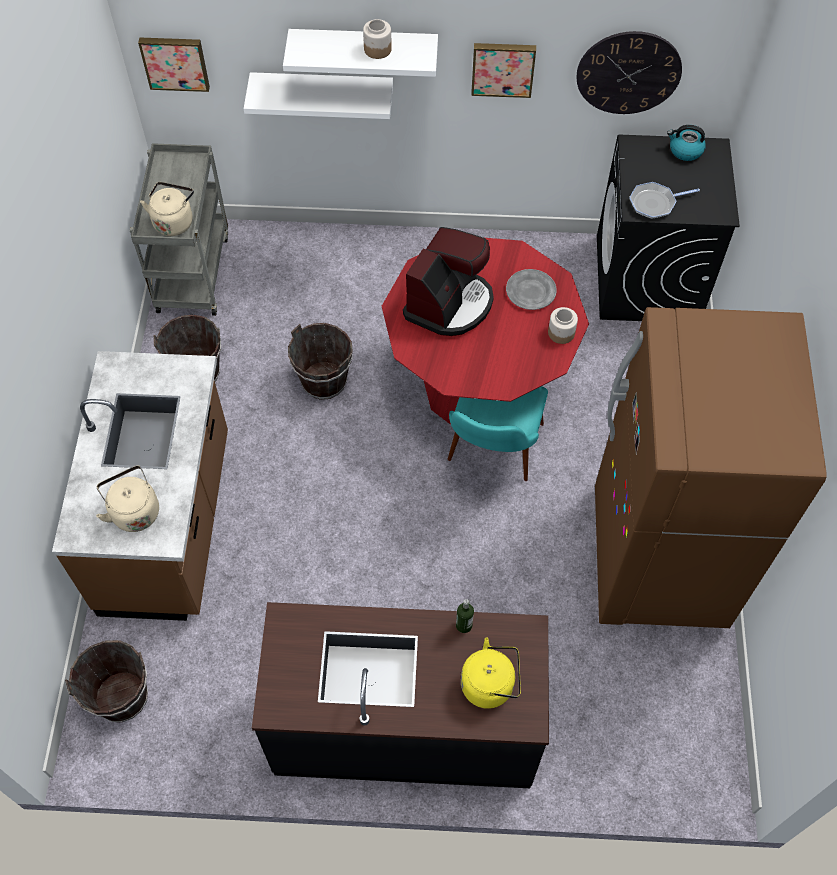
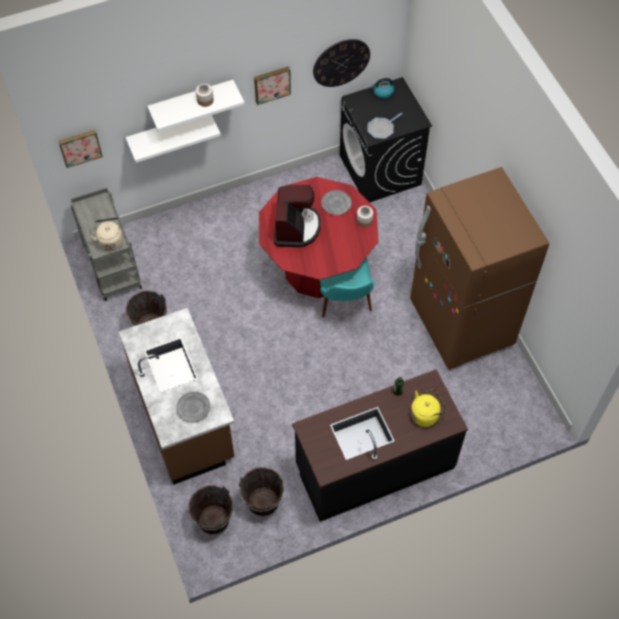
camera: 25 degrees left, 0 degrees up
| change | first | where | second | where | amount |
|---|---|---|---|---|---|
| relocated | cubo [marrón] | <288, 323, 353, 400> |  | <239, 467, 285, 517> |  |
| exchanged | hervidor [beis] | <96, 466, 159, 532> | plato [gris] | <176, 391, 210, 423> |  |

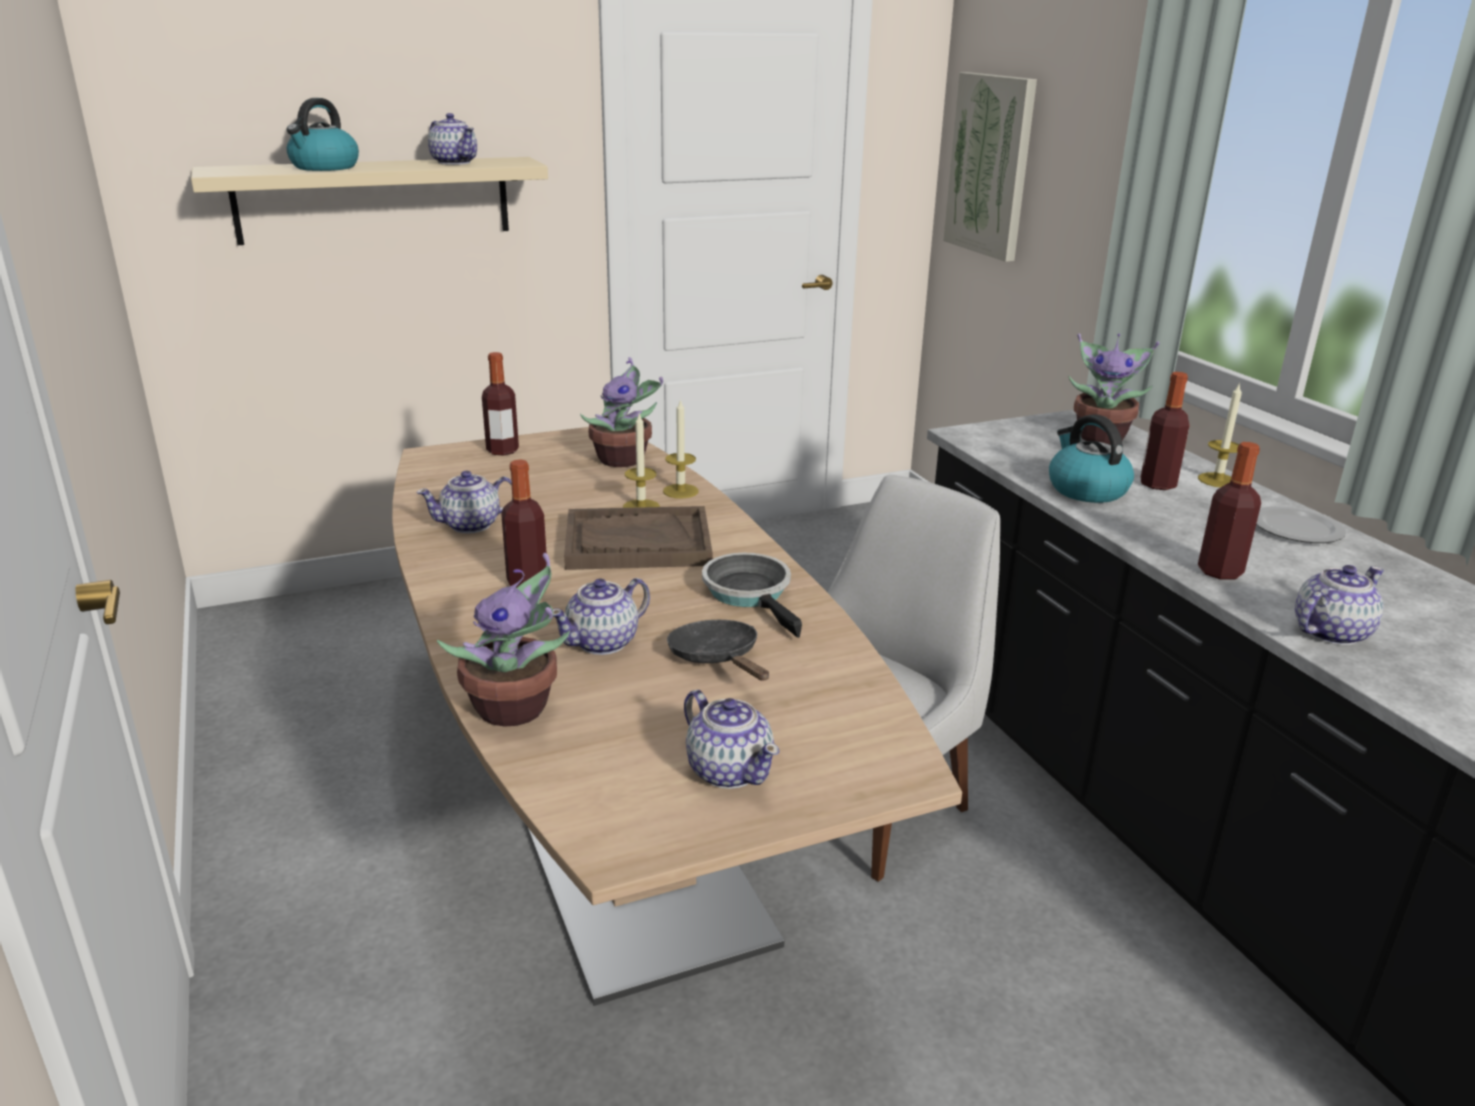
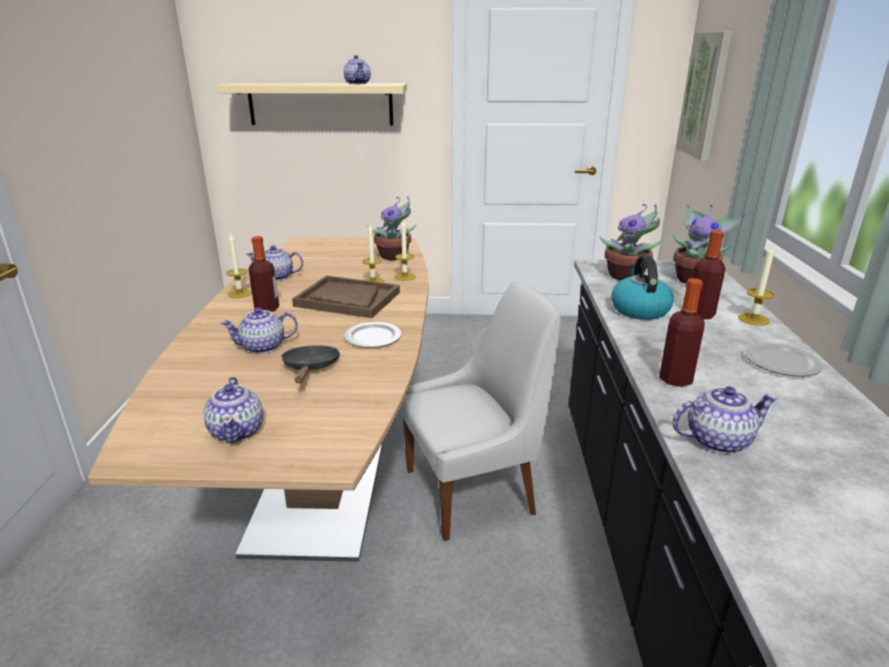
camera: 25 degrees right, 0 degrees up
| change | first | where | second | where | amount |
|---|---|---|---|---|---|
| missing | hervidor | <287, 98, 359, 171> |  |  |  |
| missing | botella | <482, 352, 519, 456> |  |  |  |
| appeared |  |  | vela | <226, 233, 252, 298> |  |
| relocated | planta en maceta | <437, 553, 570, 727> |  | <599, 204, 662, 281> |  |
| exchanged | sartén | <702, 553, 802, 638> | plato | <344, 322, 402, 348> |  |

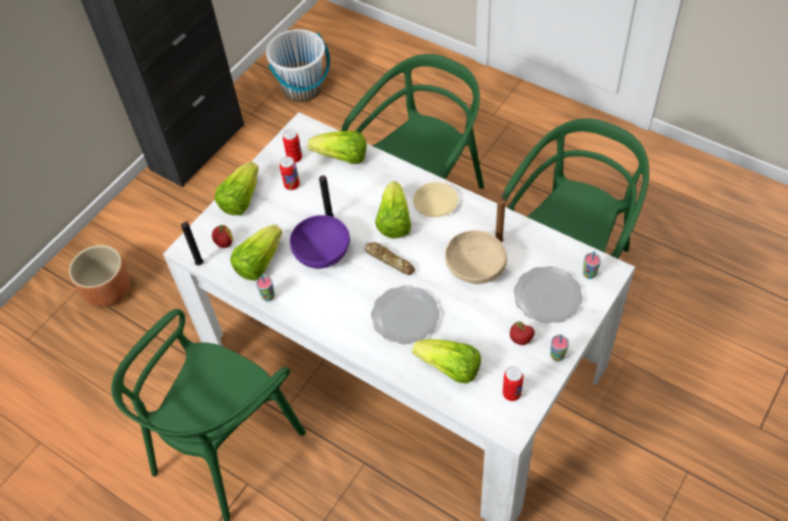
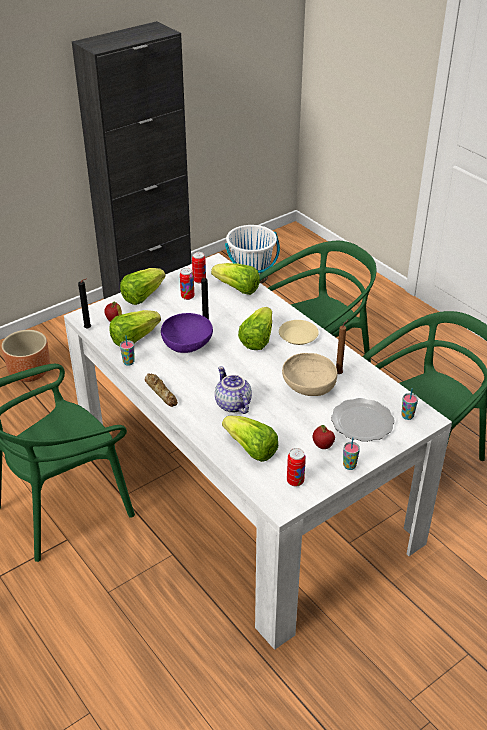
camera: 15 degrees right, 15 degrees down
| change | first | where | second | where | amount |
|---|---|---|---|---|---|
| relocated | pan | <365, 242, 415, 275> |  | <145, 373, 178, 407> |  |
| exchanged | plato | <371, 285, 440, 344> | tetera | <215, 367, 252, 414> |  |

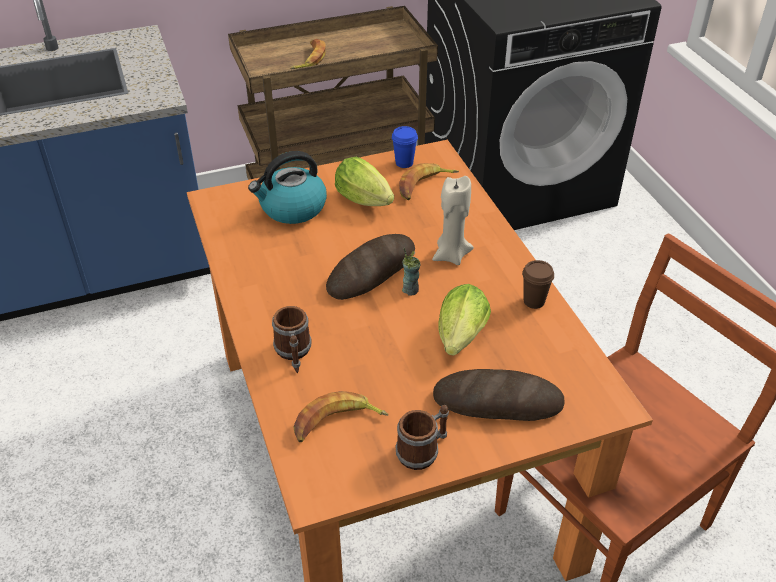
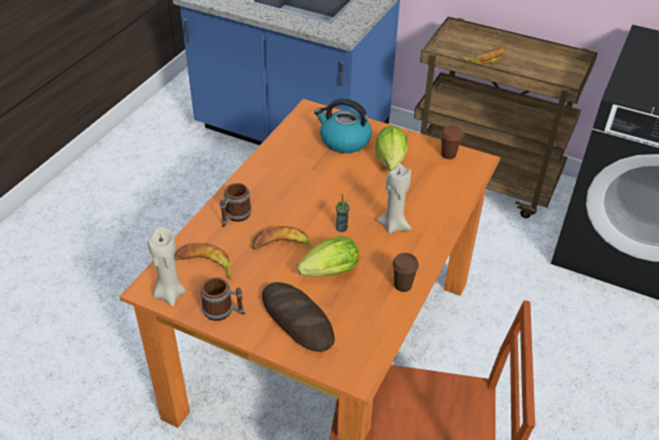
camera: 45 degrees right, 0 degrees up
| change | first | where | second | where | amount |
|---|---|---|---|---|---|
| missing | pan | <326, 234, 415, 300> |  |  |  |
| appeared |  |  | vela [beis] | <148, 227, 186, 306> |  |
| relocated | plátano | <399, 163, 459, 200> |  | <253, 226, 314, 249> |  |
| colour | taza [azul] | <392, 126, 418, 168> | taza [marrón] | <441, 125, 463, 159> |  |

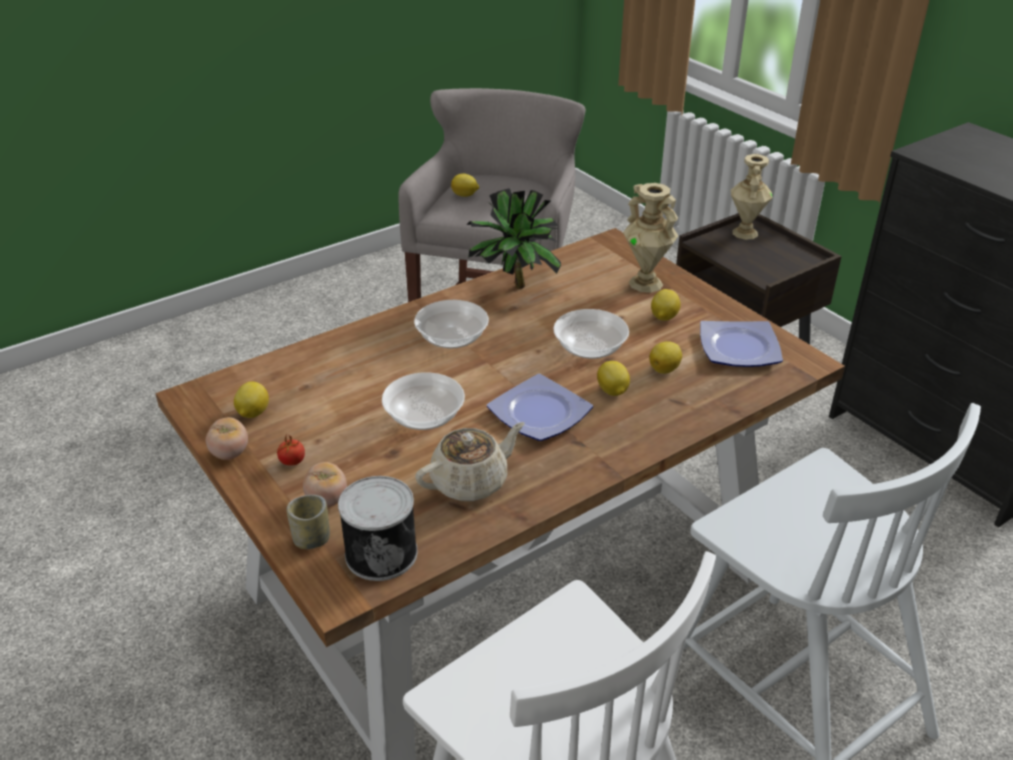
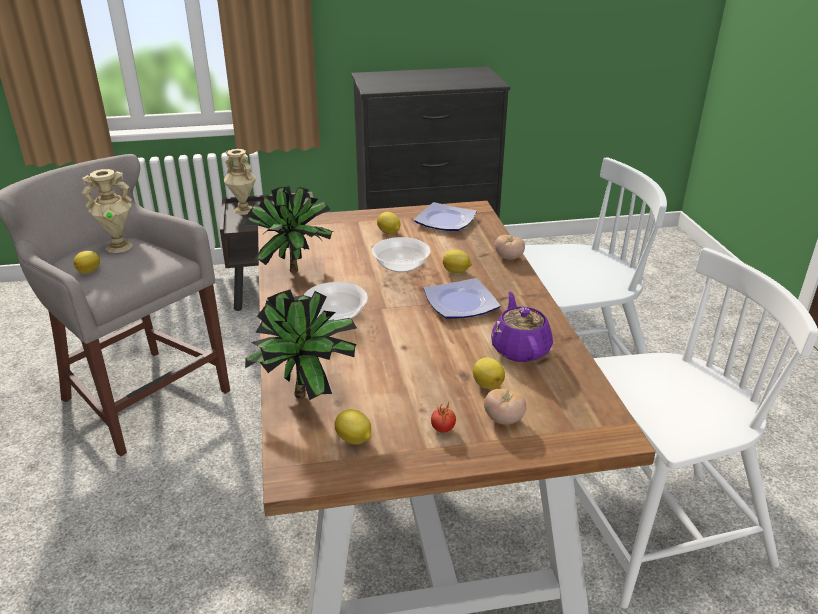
camera: 65 degrees left, 5 degrees down
| change | first | where | second | where | amount |
|---|---|---|---|---|---|
| missing | taza | <287, 495, 330, 549> |  |  |  |
| missing | lata | <338, 476, 417, 581> |  |  |  |
| missing | cuenco | <382, 372, 465, 430> |  |  |  |
| appeared |  |  | planta en maceta | <245, 290, 357, 400> |  |
| relocated | tomate | <206, 417, 248, 460> |  | <495, 235, 525, 259> |  |
| relocated | florero [beis] | <623, 183, 678, 293> |  | <82, 169, 133, 253> |  |
| relocated | limón | <649, 341, 682, 374> |  | <473, 357, 505, 389> |  |
| colour | tetera [beis] | <415, 422, 525, 501> | tetera [morado] | <491, 292, 553, 362> |  |

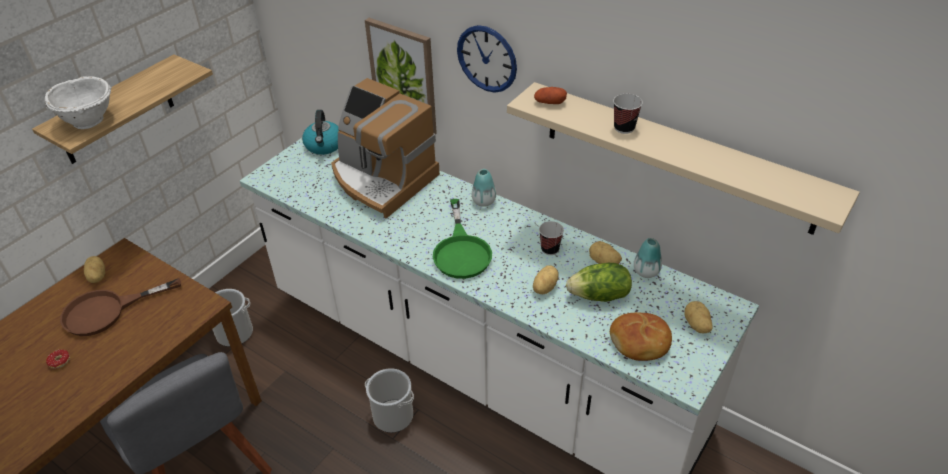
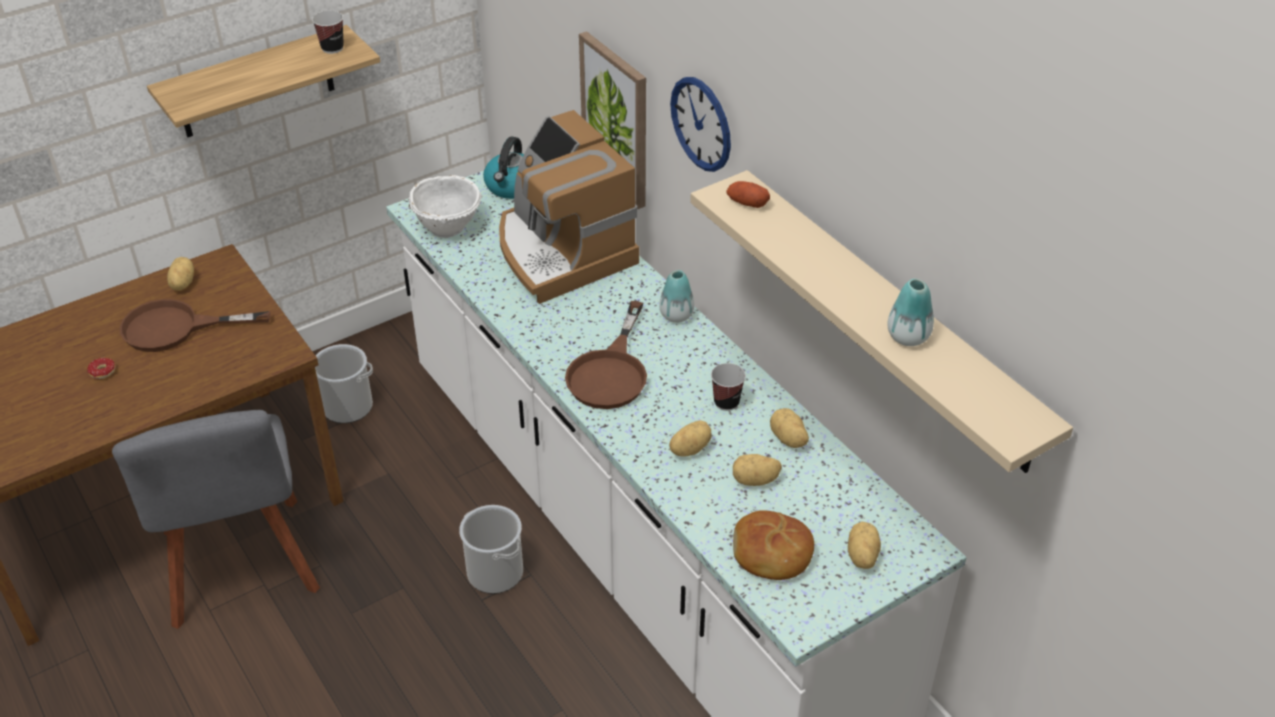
camera: 20 degrees right, 0 degrees up
| change | first | where | second | where | amount |
|---|---|---|---|---|---|
| relocated | cuenco [blanco] | <45, 76, 112, 129> |  | <408, 175, 482, 238> |  |
| relocated | taza | <613, 94, 643, 134> |  | <312, 11, 344, 54> |  |
| relocated | florero | <634, 238, 662, 278> |  | <887, 279, 934, 346> |  |
| exchanged | lechuga | <566, 263, 632, 302> | patata | <733, 454, 782, 486> |  |
| colour | sartén [verde] | <433, 199, 492, 279> | sartén [marrón] | <565, 301, 647, 409> |  |

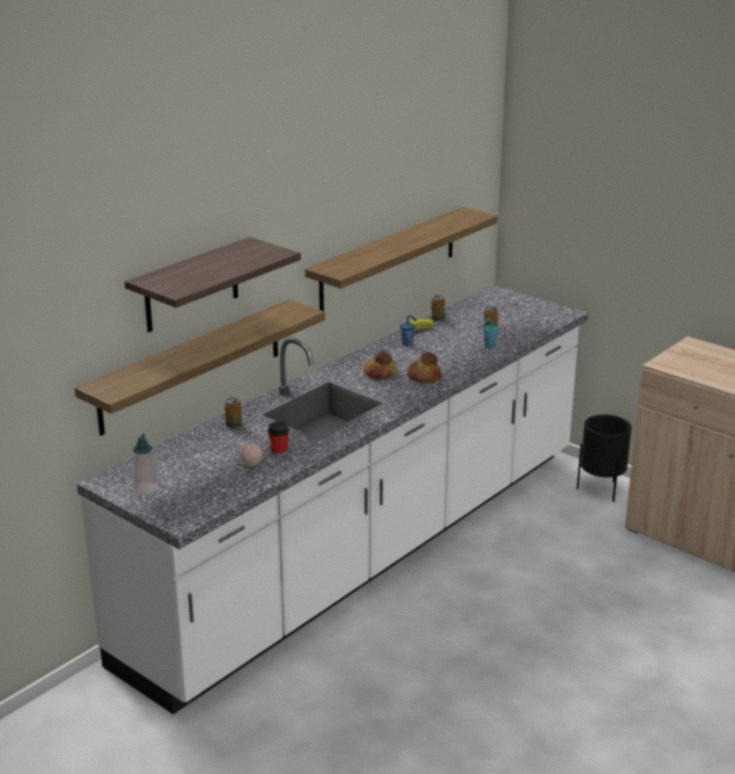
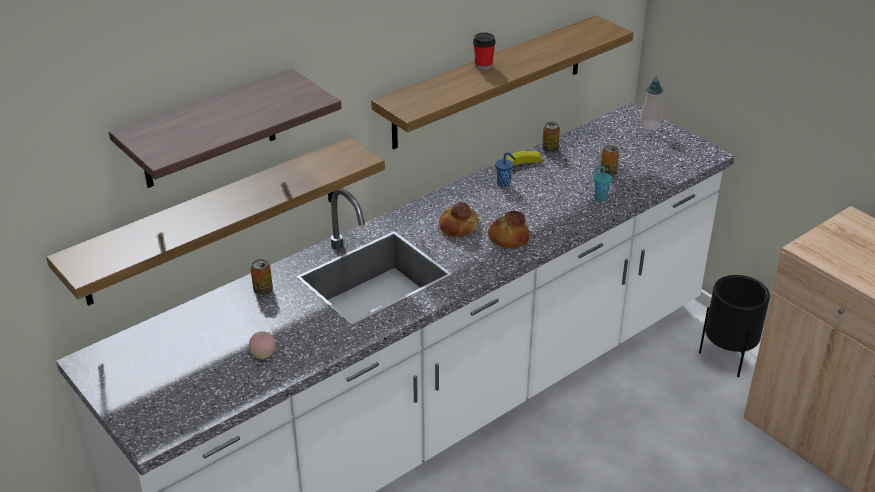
camera: 10 degrees right, 10 degrees up
| change | first | where | second | where | amount |
|---|---|---|---|---|---|
| relocated | dispensador de jabón | <133, 434, 159, 495> |  | <639, 76, 663, 130> |  |
| relocated | taza | <268, 422, 289, 456> |  | <473, 33, 496, 70> |  |

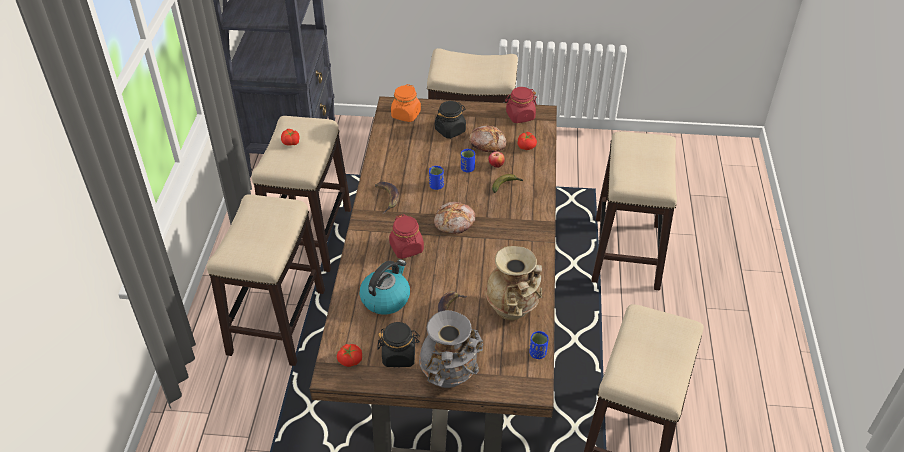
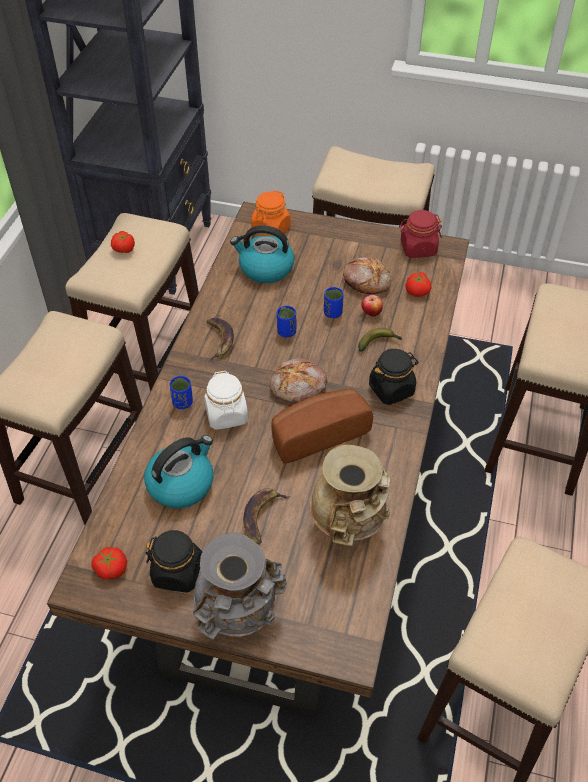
camera: 10 degrees right, 5 degrees up
| change | first | where | second | where | amount |
|---|---|---|---|---|---|
| appeared |  |  | hervidor | <230, 225, 294, 283> |  |
| appeared |  |  | pan | <271, 389, 373, 464> |  |
| relocated | tarro [negro] | <435, 101, 466, 139> |  | <369, 349, 419, 405> |  |
| relocated | taza [azul] | <529, 331, 549, 359> |  | <170, 376, 193, 409> |  |
| colour | tarro [rojo] | <389, 214, 424, 259> | tarro [blanco] | <204, 371, 248, 430> |  |

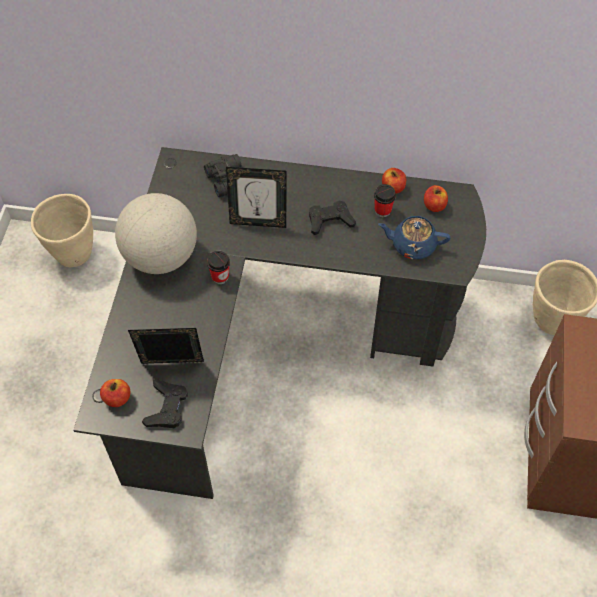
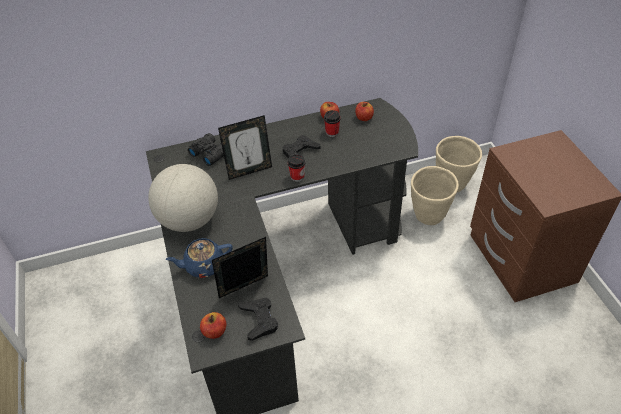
camera: 25 degrees left, 10 degrees down
| change | first | where | second | where | amount |
|---|---|---|---|---|---|
| relocated | maceta [beis] | <31, 194, 93, 267> |  | <411, 166, 459, 225> |  |
| relocated | taza | <207, 251, 230, 284> |  | <288, 154, 305, 182> |  |
| relocated | tetera [azul] | <378, 216, 450, 259> |  | <166, 238, 233, 278> |  |

